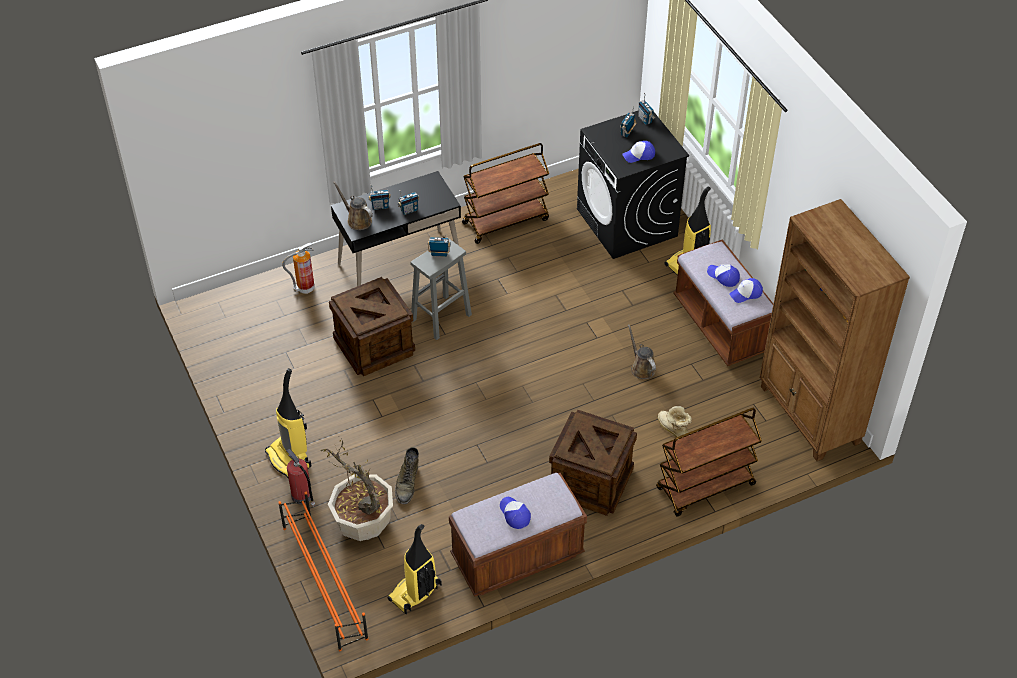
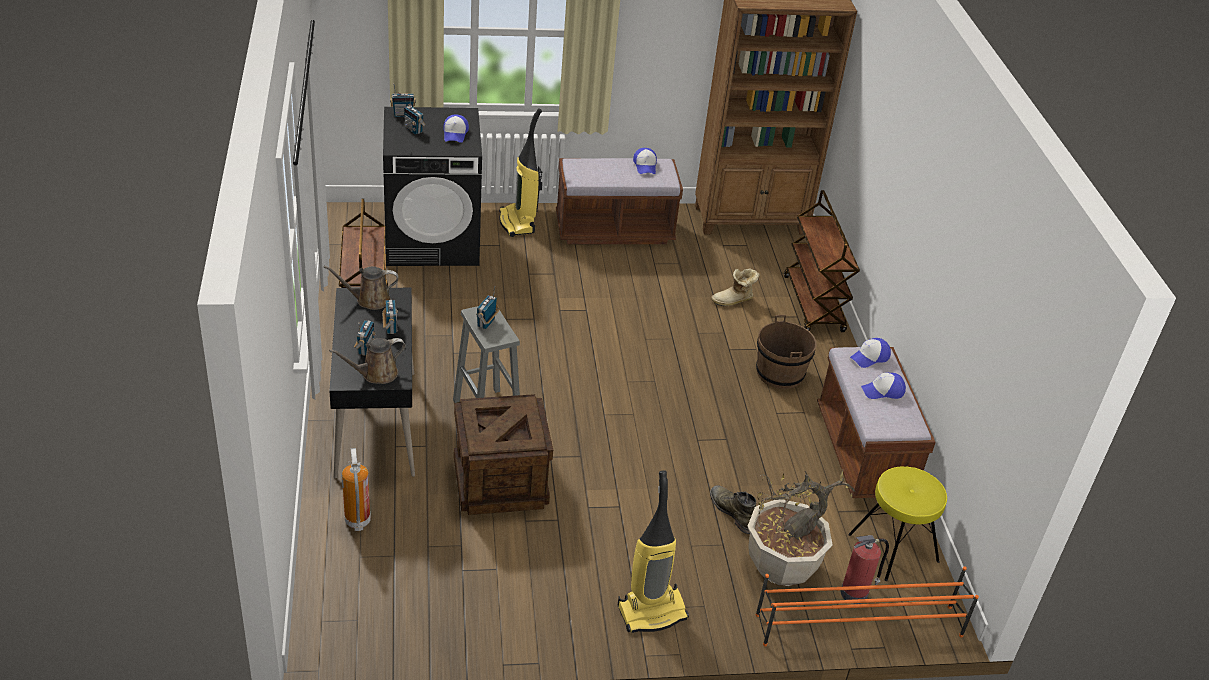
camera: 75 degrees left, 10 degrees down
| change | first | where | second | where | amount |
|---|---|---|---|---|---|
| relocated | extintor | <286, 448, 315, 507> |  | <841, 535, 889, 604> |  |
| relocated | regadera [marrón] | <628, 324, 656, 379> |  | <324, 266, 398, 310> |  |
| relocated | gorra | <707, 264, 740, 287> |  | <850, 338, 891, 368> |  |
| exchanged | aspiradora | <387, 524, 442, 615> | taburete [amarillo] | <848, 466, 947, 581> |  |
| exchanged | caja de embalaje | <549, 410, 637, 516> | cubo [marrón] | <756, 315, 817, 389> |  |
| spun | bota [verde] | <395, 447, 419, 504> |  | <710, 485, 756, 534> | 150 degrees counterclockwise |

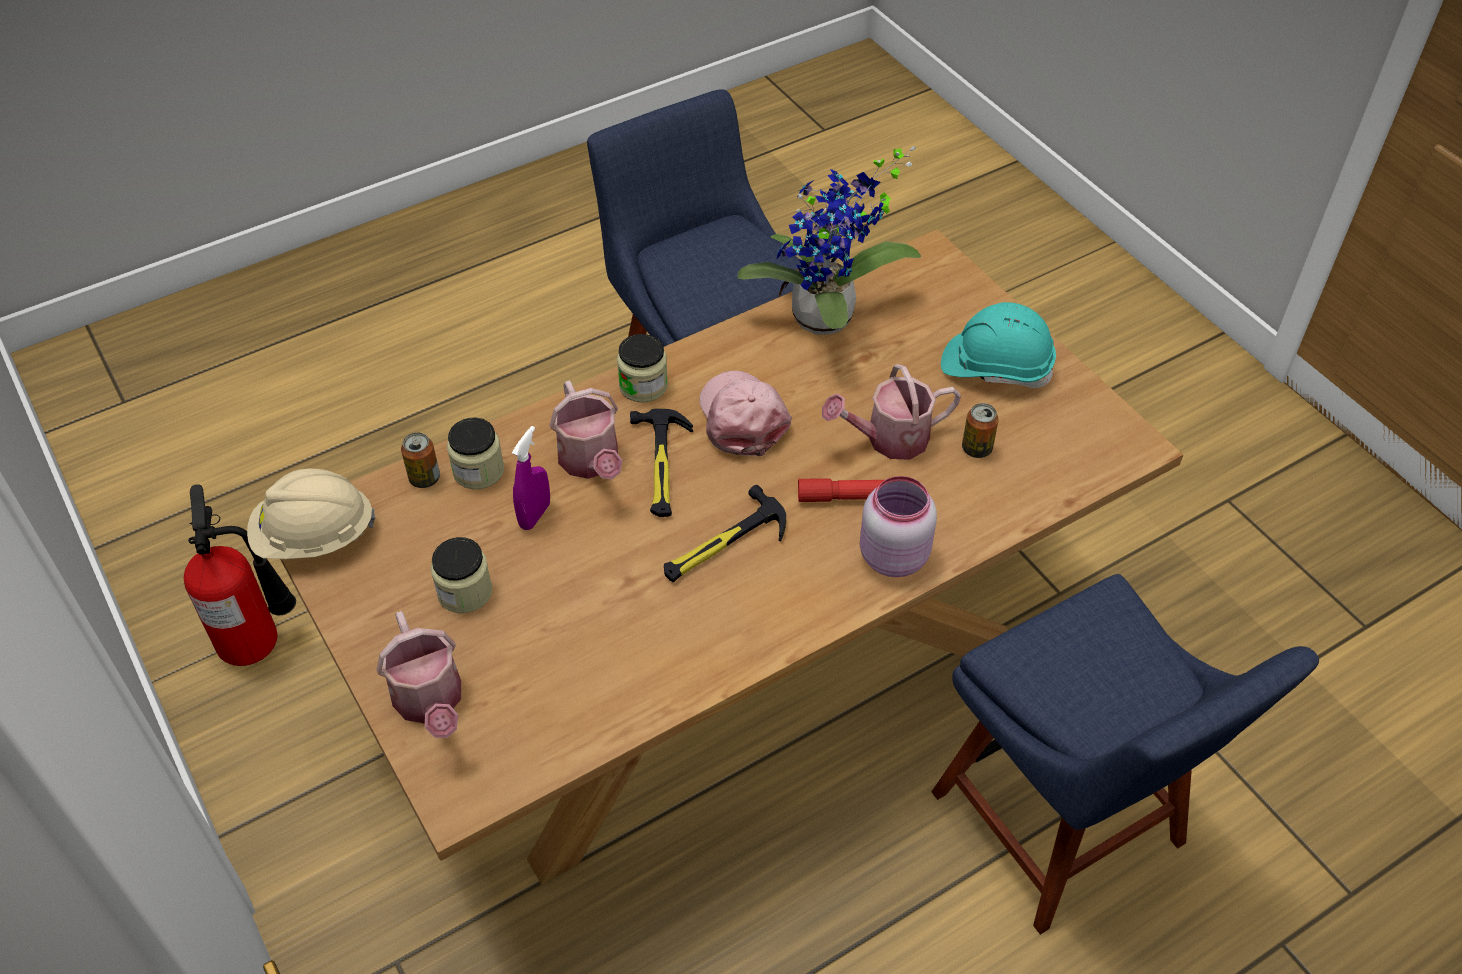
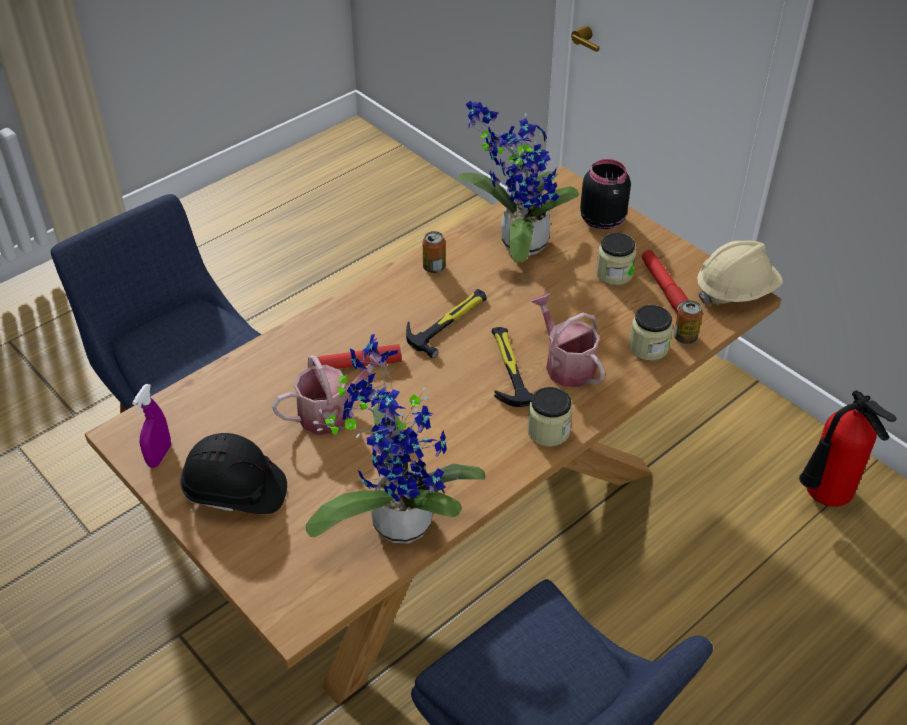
camera: 170 degrees right, 5 degrees down
| change | first | where | second | where | amount |
|---|---|---|---|---|---|
| missing | gorra [rosa] | <700, 371, 792, 456> |  |  |  |
| missing | tarro [rosa] | <860, 476, 937, 577> |  |  |  |
| appeared |  |  | planta en maceta | <457, 100, 579, 262> |  |
| appeared |  |  | linterna [rojo] | <642, 250, 689, 313> |  |
| relocated | pulverizador [morado] | <512, 426, 550, 530> |  | <132, 384, 171, 468> |  |
| relocated | lata | <962, 403, 999, 458> |  | <423, 231, 445, 273> |  |
| exchanged | regadera | <376, 611, 461, 738> | tarro [negro] | <580, 159, 631, 230> |  |
| colour | casco [turquesa] | <941, 302, 1056, 388> | casco [negro] | <180, 433, 287, 514> |  |

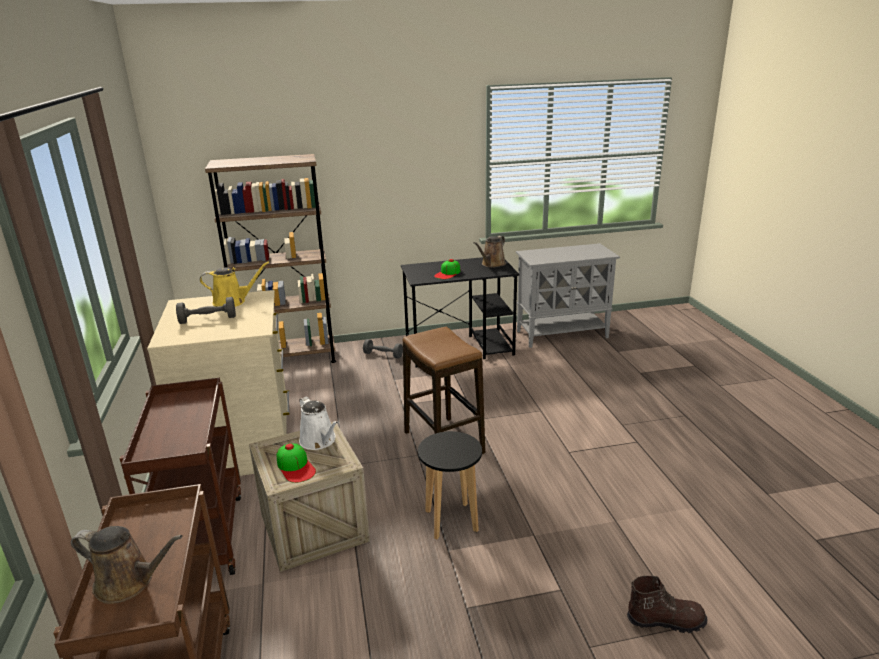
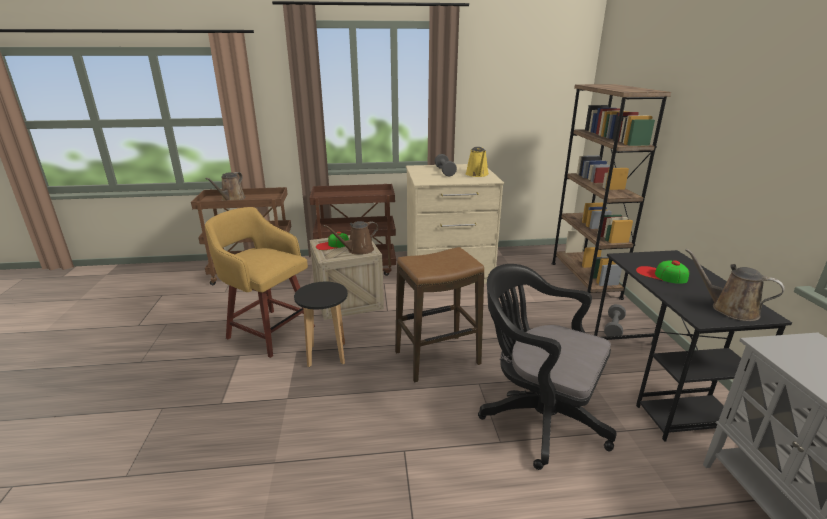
camera: 95 degrees right, 0 degrees up
| change | first | where | second | where | amount |
|---|---|---|---|---|---|
| missing | bota [marrón] | <627, 576, 707, 633> |  |  |  |
| appeared |  |  | taburete [amarillo] | <205, 207, 315, 358> |  |
| appeared |  |  | silla de oficina [negro] | <478, 264, 617, 470> |  |
| colour | regadera [blanco] | <299, 397, 338, 450> | regadera [marrón] | <323, 221, 378, 254> |  |

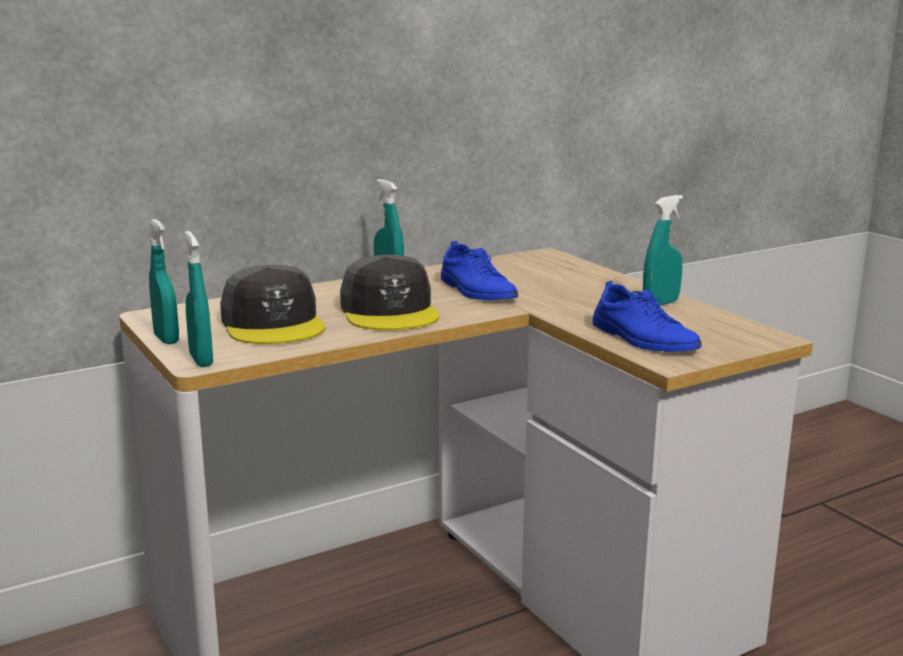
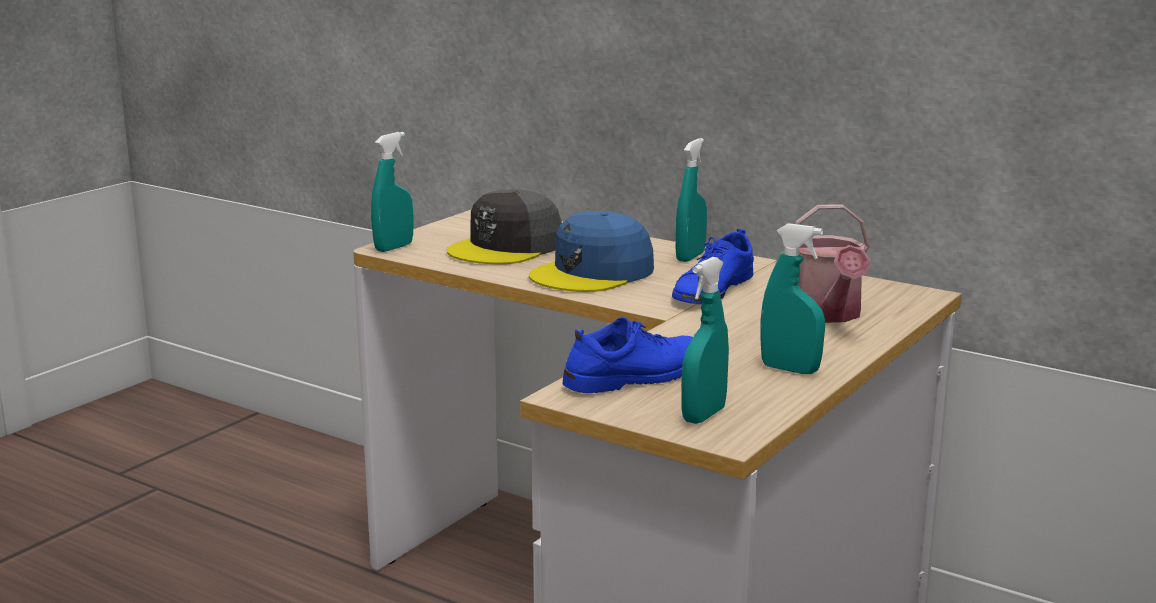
camera: 65 degrees right, 0 degrees up
| change | first | where | second | where | amount |
|---|---|---|---|---|---|
| appeared |  |  | regadera | <795, 204, 871, 323> |  |
| relocated | pulverizador [turquesa] | <149, 219, 179, 344> |  | <681, 257, 729, 424> |  |
| colour | gorra [gris] | <340, 255, 439, 330> | gorra [azul] | <529, 211, 654, 292> |  |
| spun | zapato [azul] | <592, 281, 702, 352> |  | <563, 317, 693, 393> | 150 degrees counterclockwise |

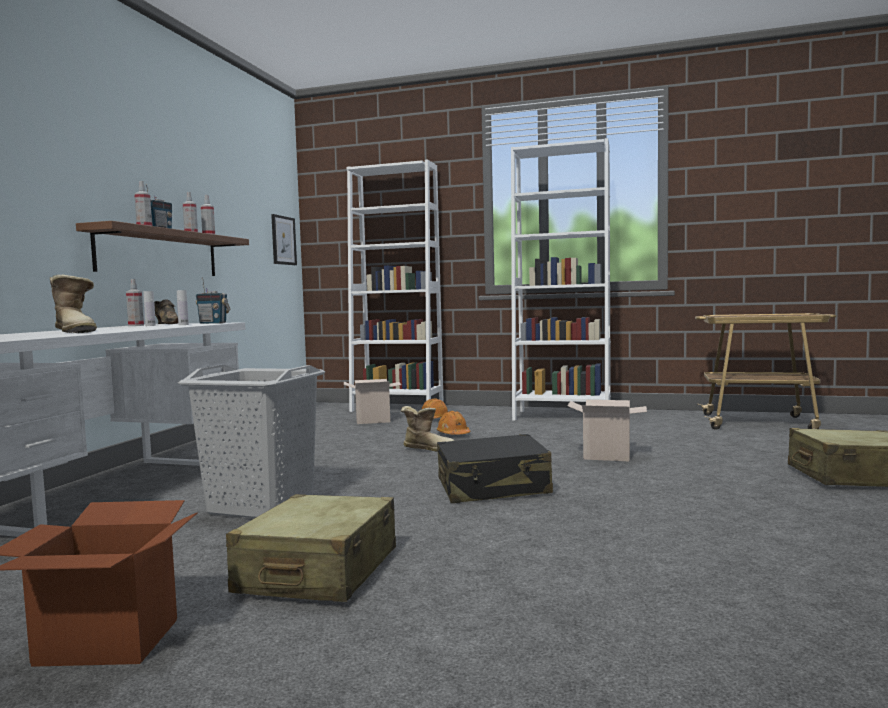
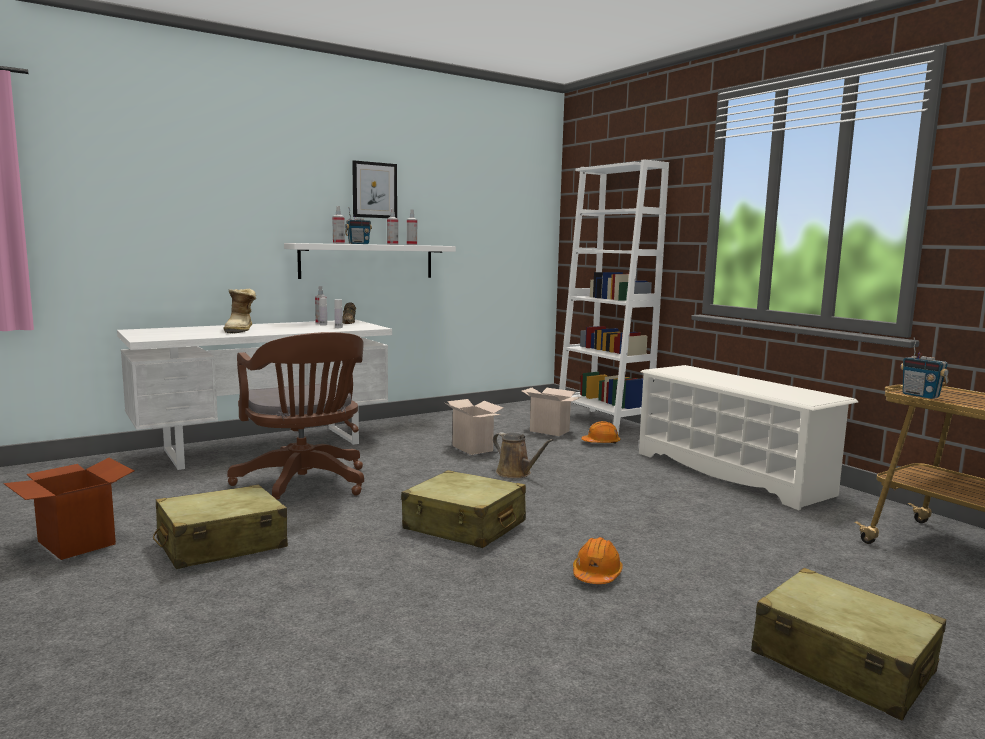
camera: 40 degrees right, 5 degrees up
| change | first | where | second | where | amount |
|---|---|---|---|---|---|
| relocated | radio | <196, 277, 230, 324> |  | <901, 337, 949, 399> |  |
| relocated | cuadro | <271, 214, 297, 265> |  | <352, 160, 397, 218> |  |
| relocated | casco [naranja] | <437, 411, 470, 435> |  | <573, 537, 623, 584> |  |
| relocated | caja de cartón | <568, 400, 647, 461> |  | <445, 399, 503, 455> |  |
| exchanged | cesto de la ropa [gris] | <178, 365, 325, 518> | silla de oficina [marrón] | <227, 332, 364, 499> |  |
| exchanged | bota | <401, 406, 455, 452> | regadera [marrón] | <493, 432, 554, 478> |  |
| exchanged | estantería [blanco] | <511, 138, 611, 421> | zapatero [blanco] | <639, 365, 858, 510> |  |
| colour | estante [marrón] | <76, 221, 249, 276> | estante [blanco] | <284, 243, 456, 279> |  |
| colour | maleta [negro] | <437, 434, 553, 503> | maleta [beis] | <401, 470, 526, 548> |  |

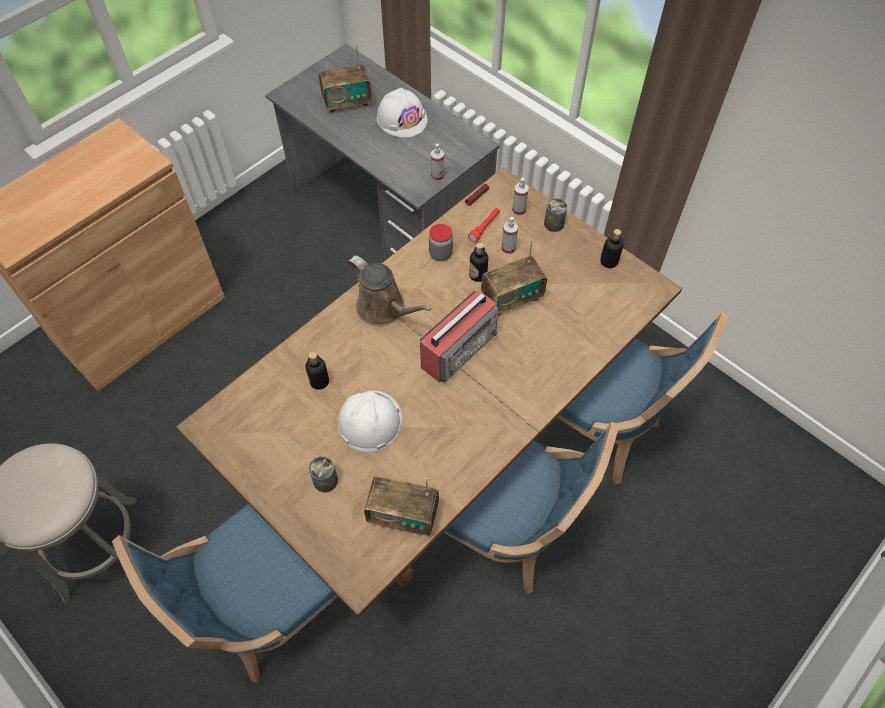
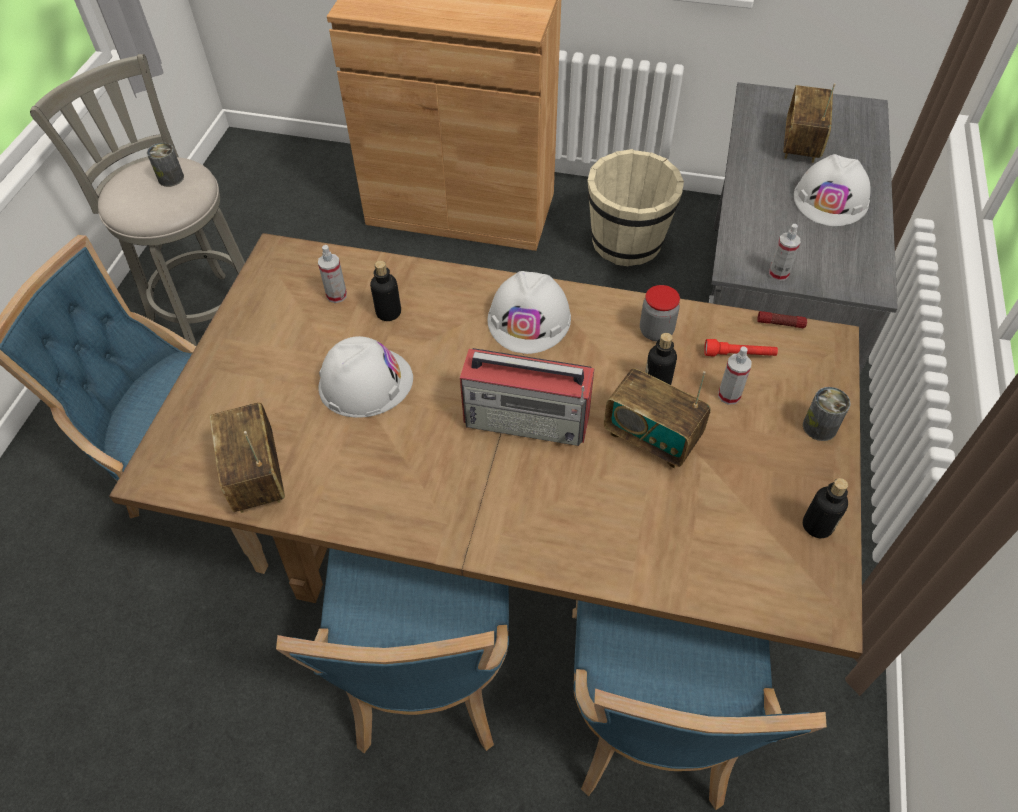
camera: 60 degrees right, 5 degrees down
| change | first | where | second | where | amount |
|---|---|---|---|---|---|
| appeared |  |  | cubo [beis] | <587, 149, 684, 266> |  |
| relocated | lata | <309, 456, 338, 492> |  | <147, 143, 184, 187> |  |
| relocated | pulverizador | <512, 178, 529, 216> |  | <318, 245, 347, 303> |  |
| exchanged | regadera [marrón] | <347, 256, 431, 326> | casco [blanco] | <488, 271, 571, 354> |  |
| spun | radio | <319, 44, 372, 113> |  | <783, 83, 836, 163> | 60 degrees clockwise |

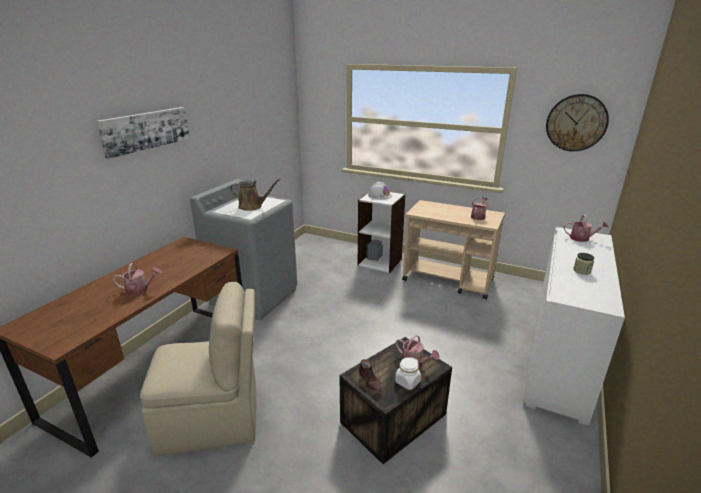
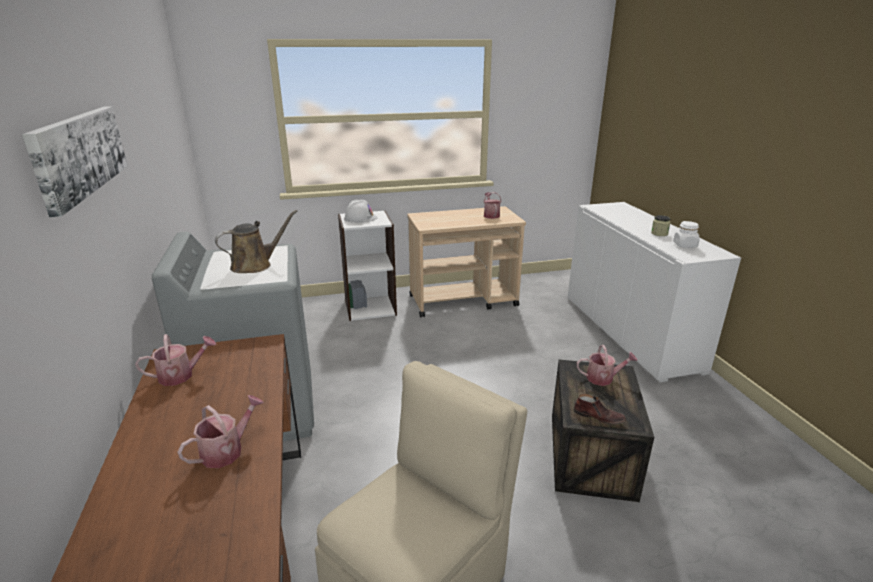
camera: 40 degrees left, 0 degrees up
| change | first | where | second | where | amount |
|---|---|---|---|---|---|
| missing | reloj de pared | <546, 94, 609, 151> |  |  |  |
| relocated | tarro [blanco] | <395, 357, 421, 390> |  | <673, 221, 700, 248> |  |
| relocated | regadera | <564, 214, 609, 242> |  | <135, 334, 216, 386> |  |

